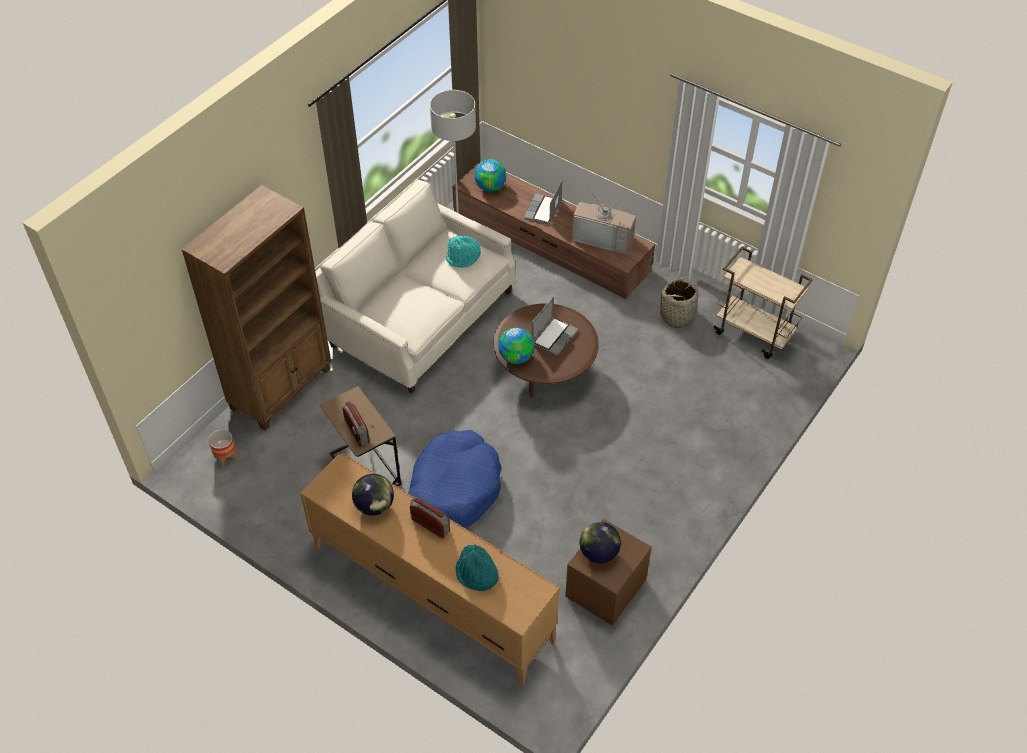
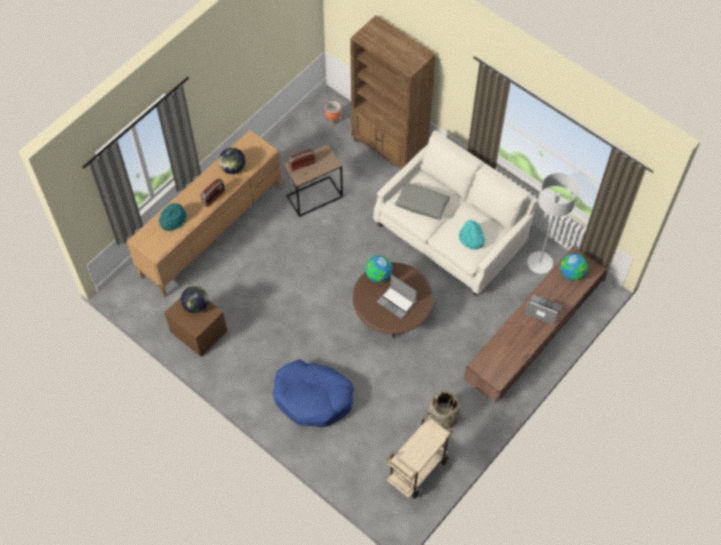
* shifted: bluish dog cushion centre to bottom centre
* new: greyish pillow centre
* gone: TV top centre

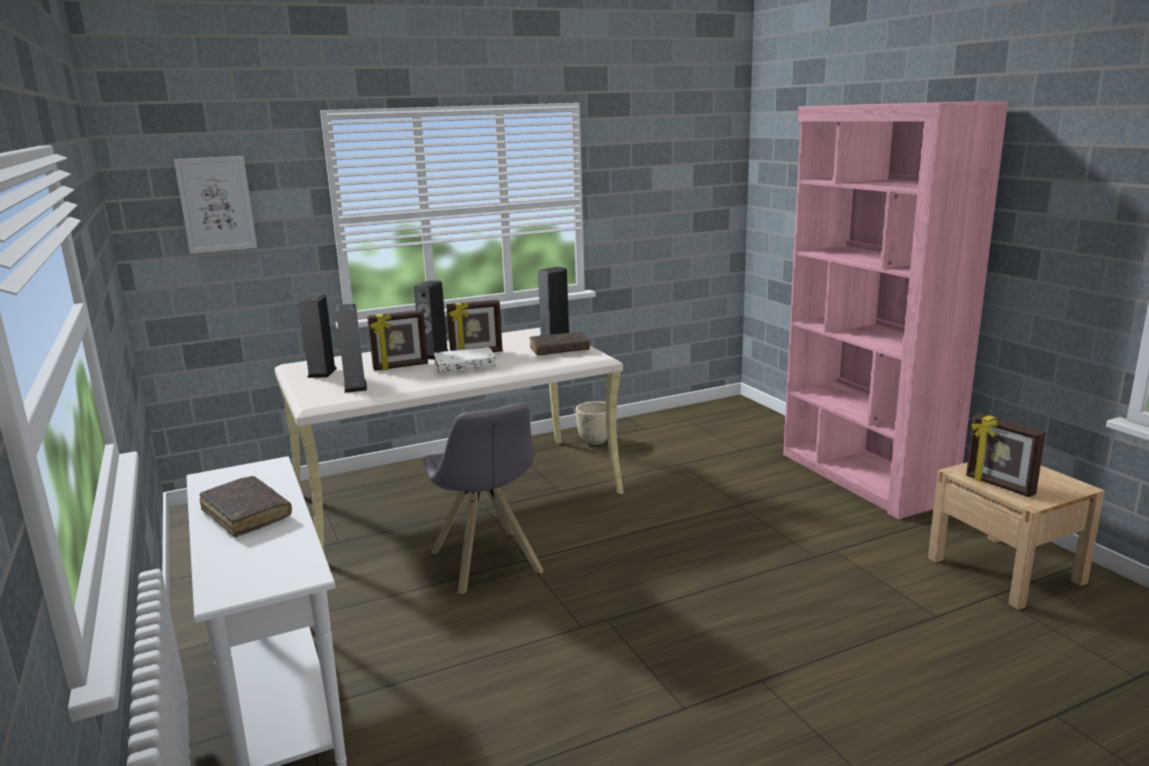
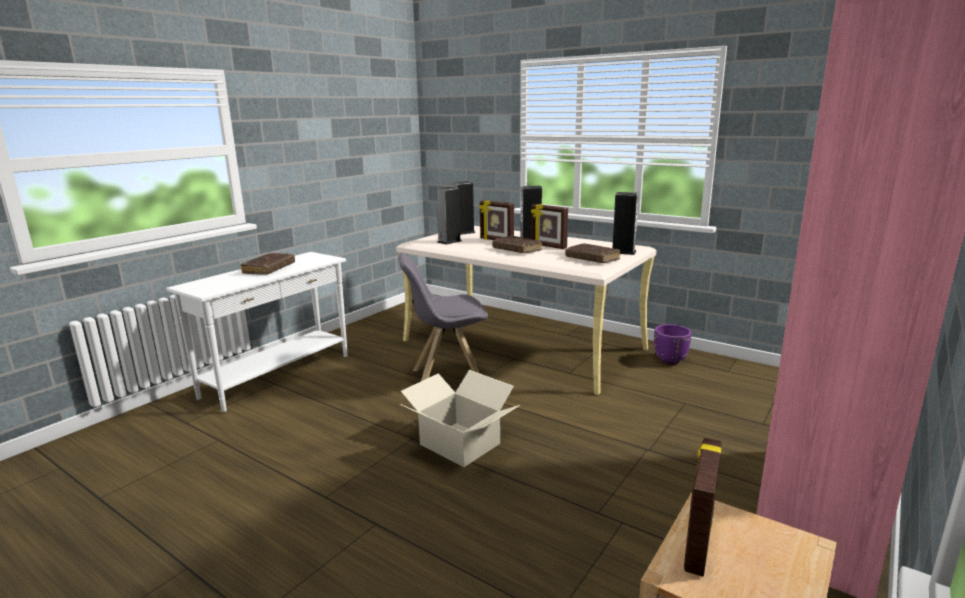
* rotated: greyish upright chair centre = centre 45 degrees clockwise
* new: cardboard box bottom centre
* repainted: whitish book centre to brownish book (no. 2 from left) centre
* repainted: sand-coloured planter centre to purplish planter middle right
* gone: wall art top left

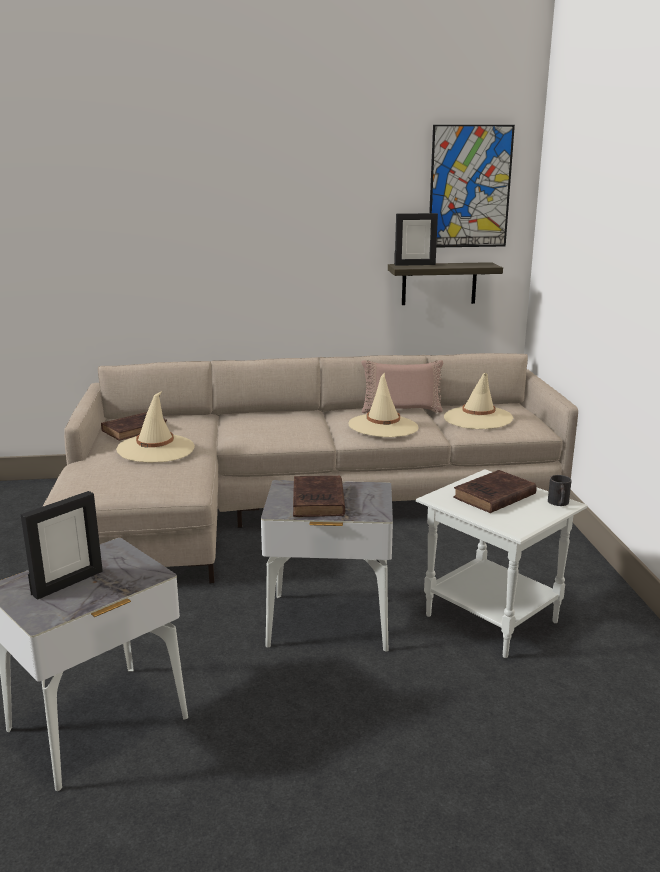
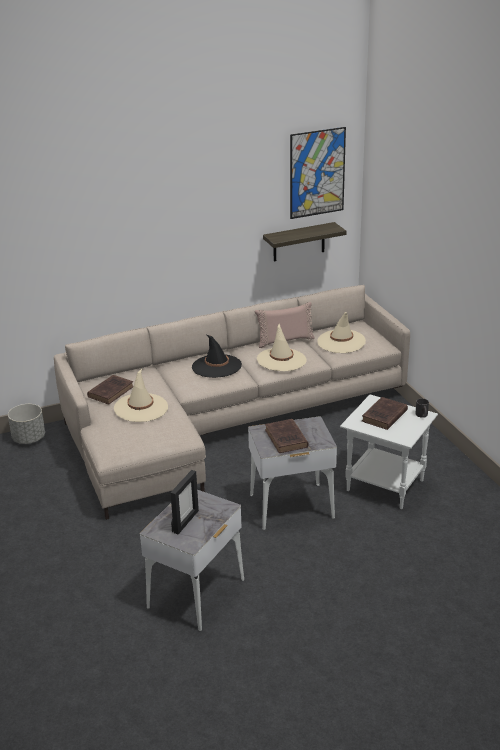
* new: greyish planter middle left
* new: black hat centre
* gone: photo frame (no. 2 from left) top centre

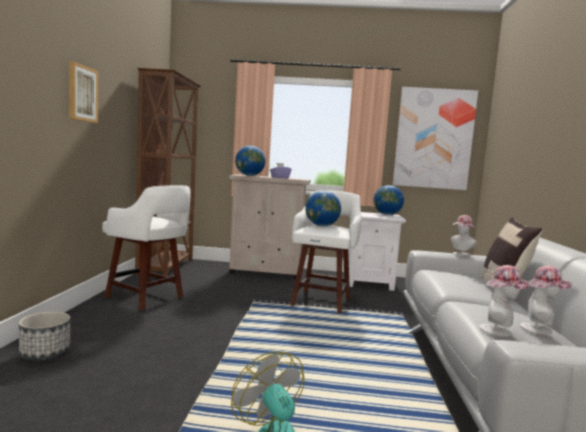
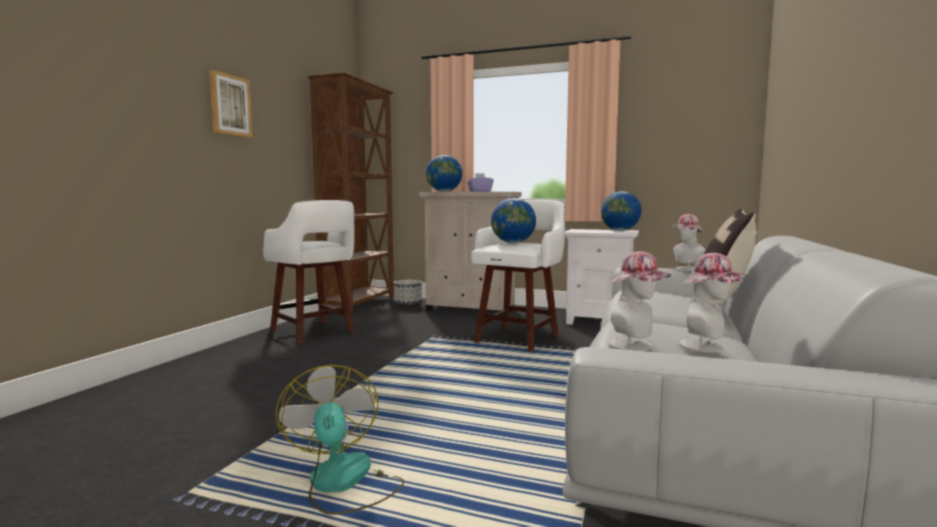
* shifted: planter bottom left to centre
* gone: wall art (no. 2 from left) top right

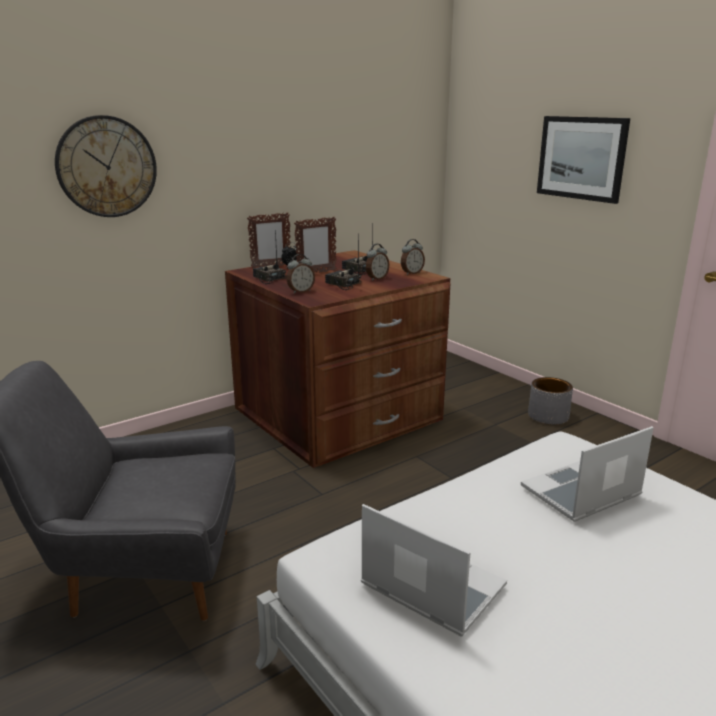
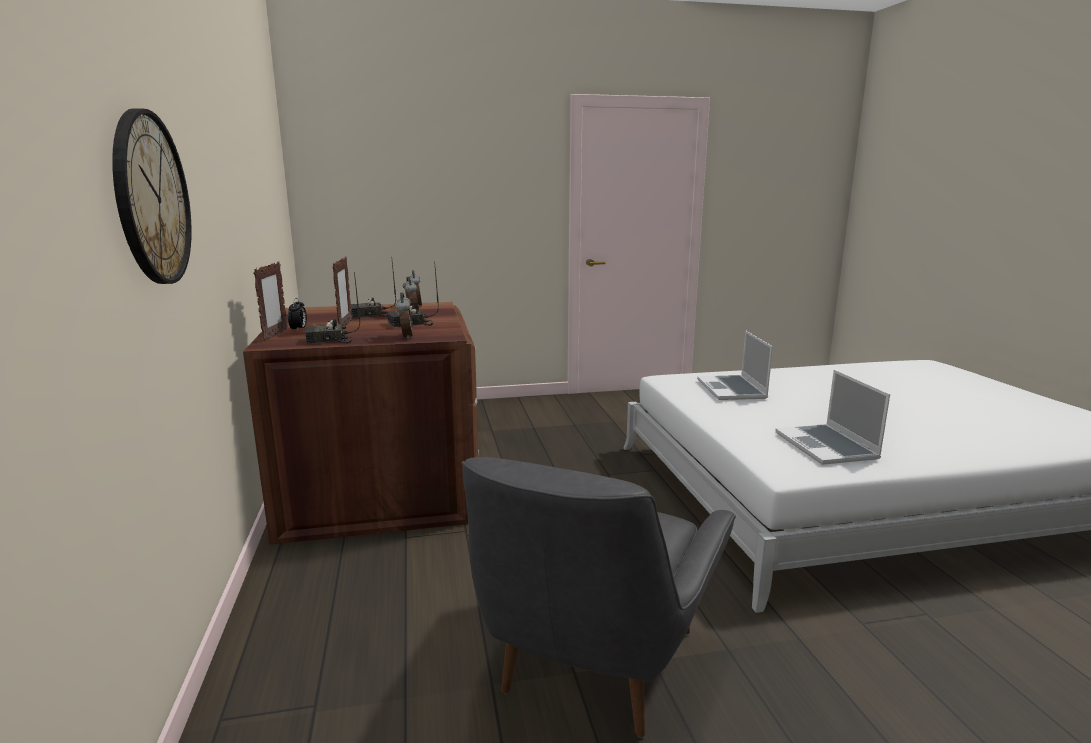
* rotated: notebook computer (no. 1 from left in the first image) bottom centre = middle right 75 degrees counterclockwise
* gone: greyish planter middle right
* gone: wall art top right

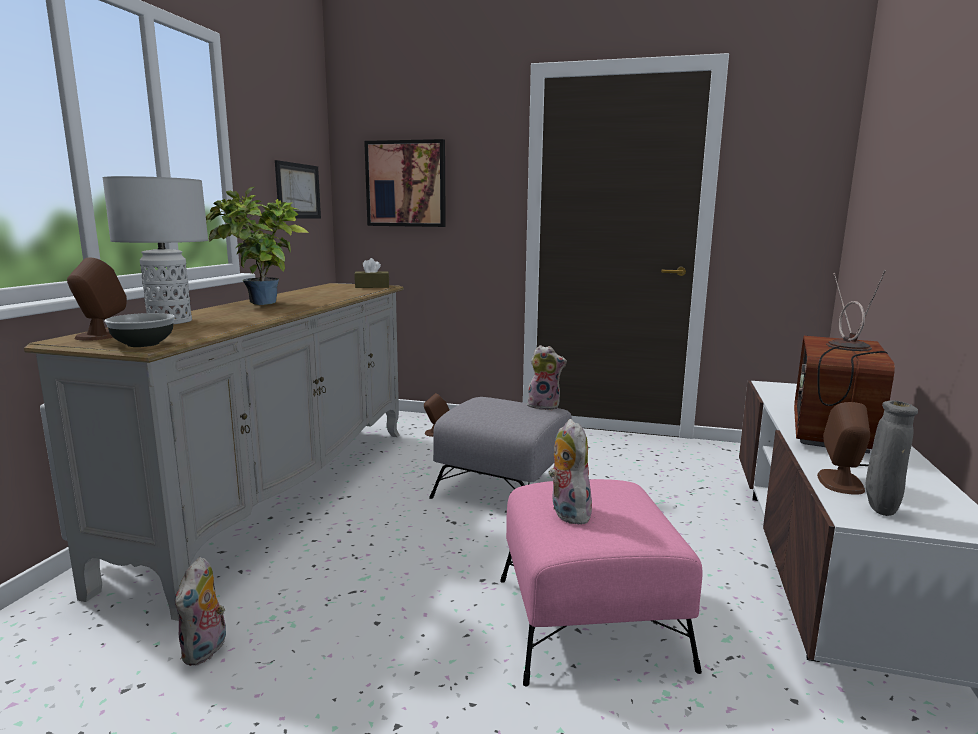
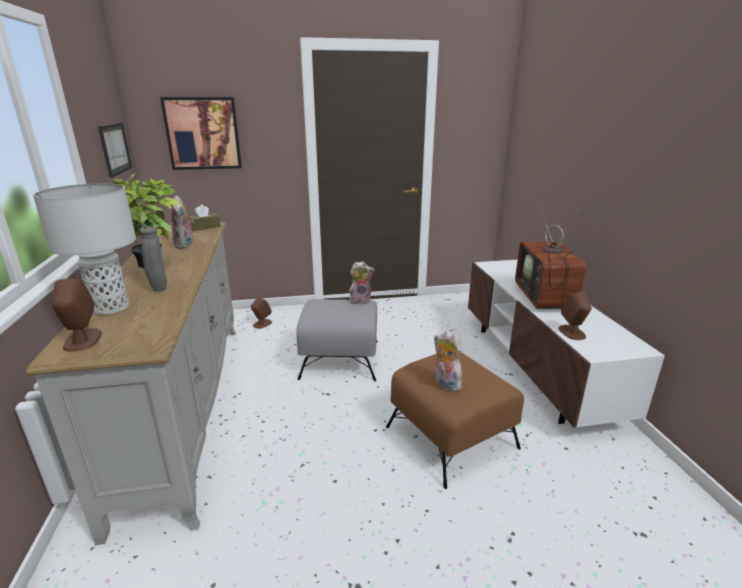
* shifted: greyish decorative vase middle right to middle left
* shifted: soft toy (no. 1 from left) bottom left to middle left
* repainted: pink-coloured footrest bottom centre to brownish footrest bottom centre
* gone: serving bowl middle left

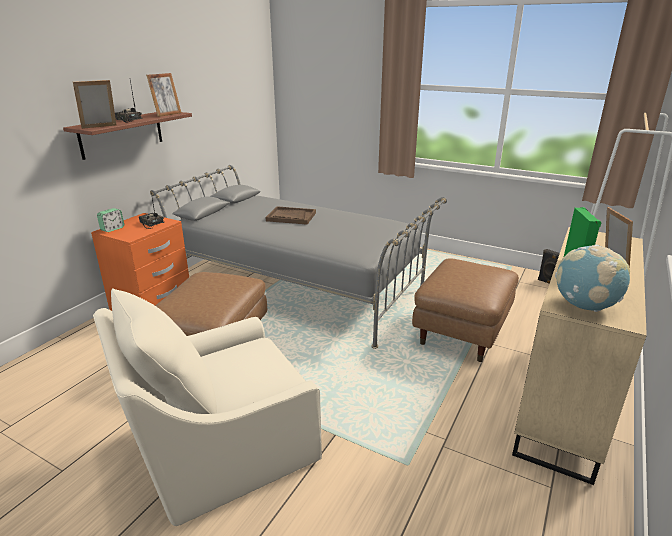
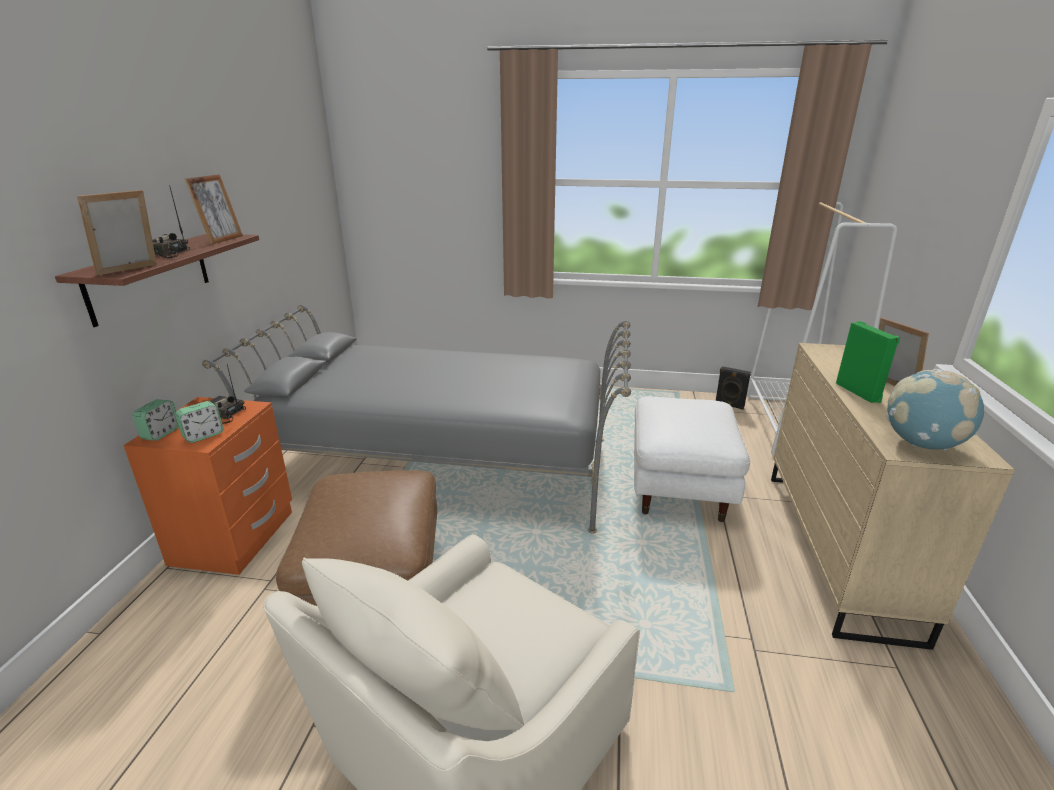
* new: table clock (no. 2 from left) middle left
* repainted: brownish footrest (no. 2 from left) middle right to whitish footrest centre
* gone: brownish carrying tray centre

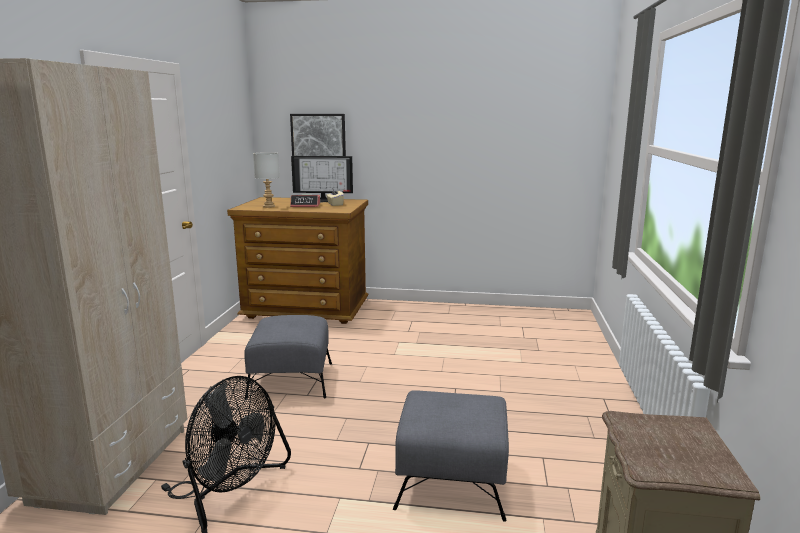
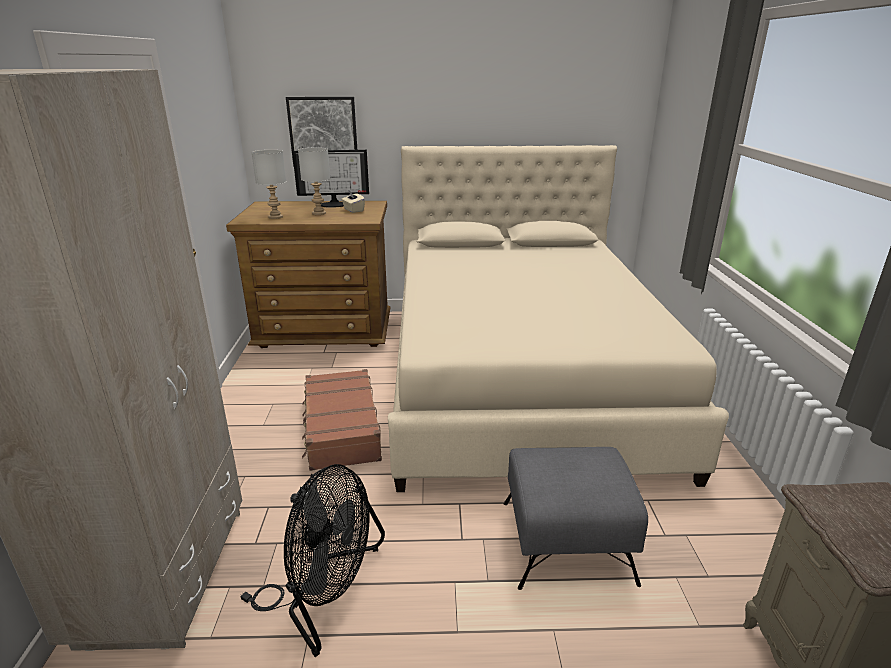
* swapped: table clock centre to greyish lamp for a table (no. 2 from left) top centre
* swapped: greyish footrest (no. 1 from left) bottom centre to brownish travel case centre
* new: sand-coloured bedroom bed centre

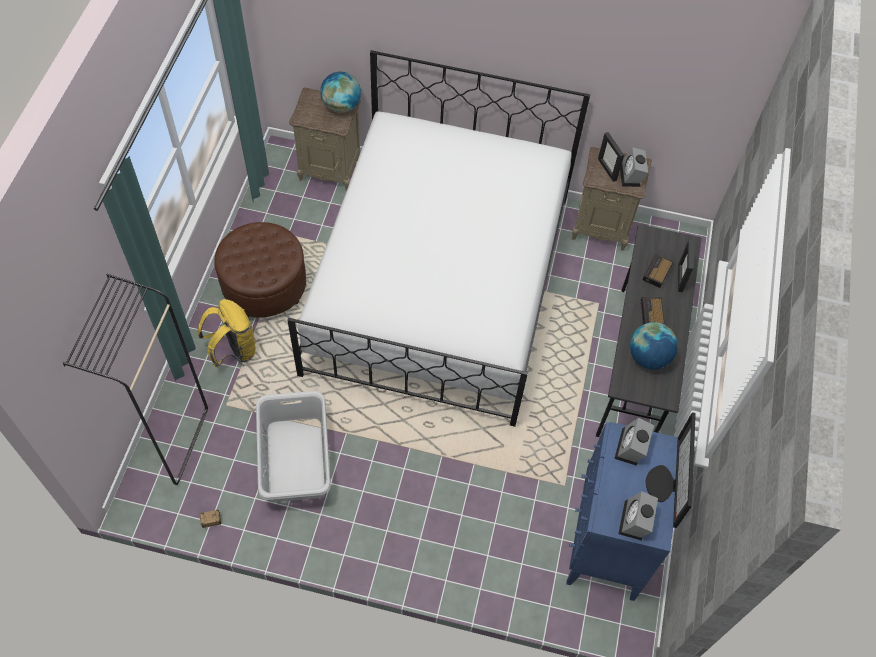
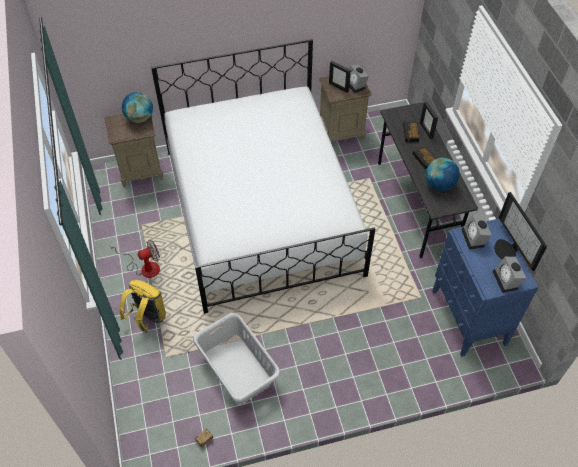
* swapped: brownish footrest middle left to fan middle left
* gone: black garment rack middle left

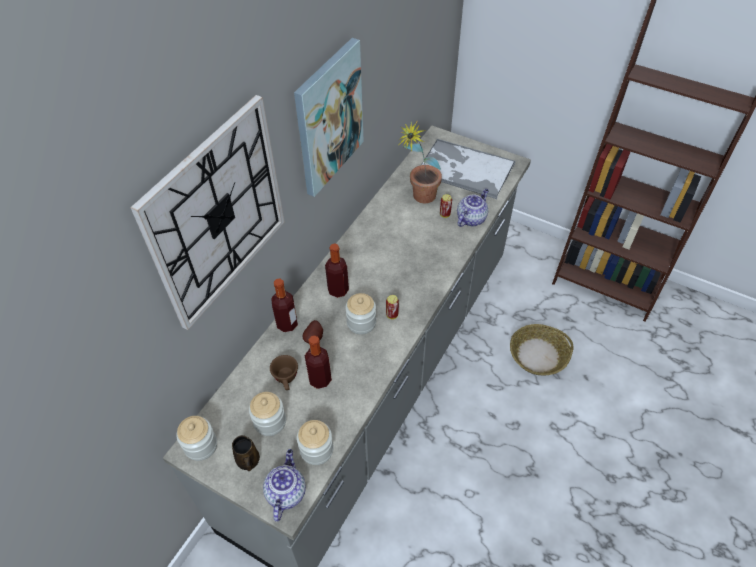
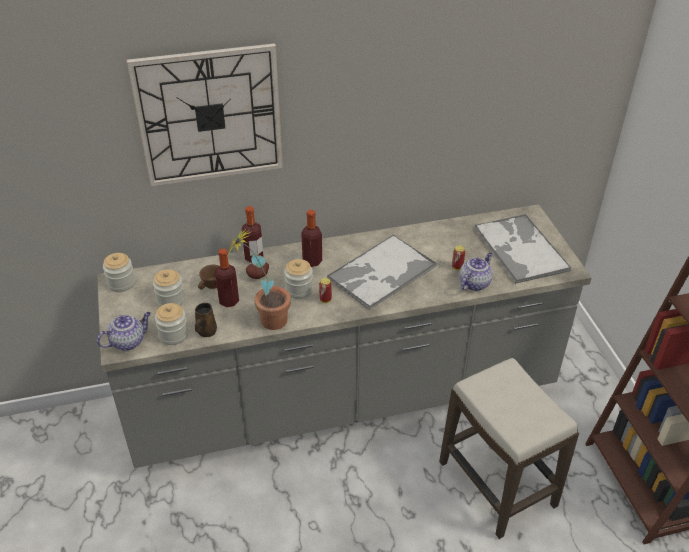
* shifted: brownish coffee mug bottom left to middle left
* shifted: houseplant top centre to centre
* new: carrying tray (no. 1 from left) centre
* swapped: household basket middle right to stool bottom right
* rotated: pot for tea (no. 2 from left) centre = middle right 45 degrees counterclockwise
* gone: wall art top centre

